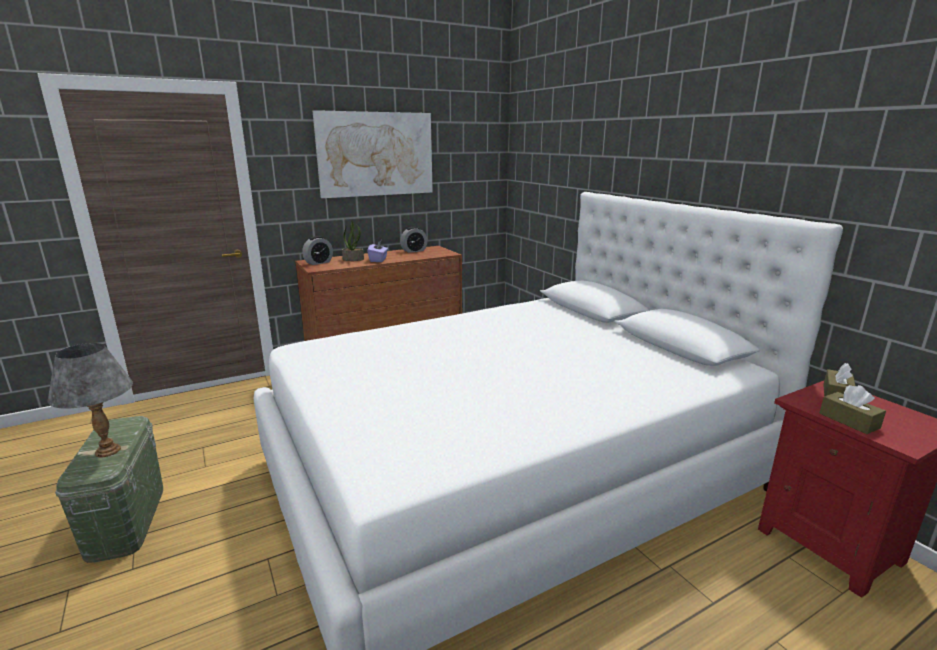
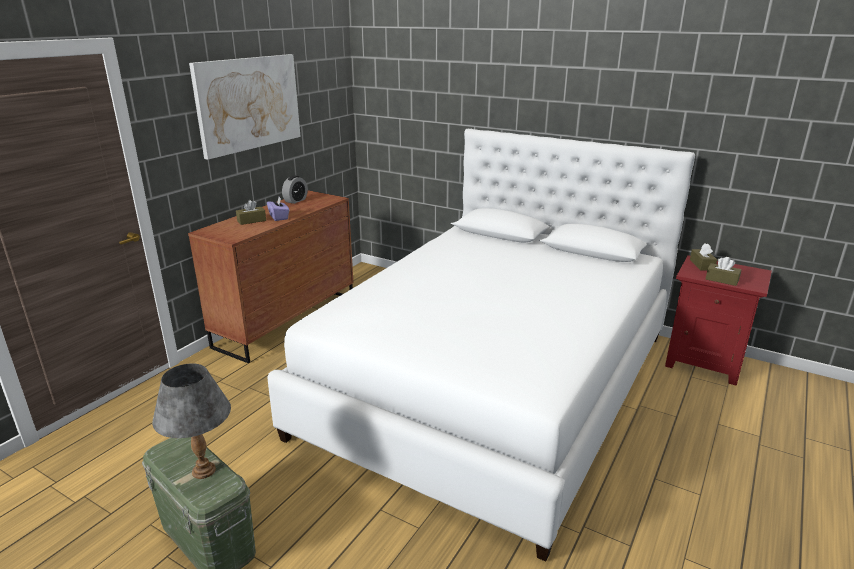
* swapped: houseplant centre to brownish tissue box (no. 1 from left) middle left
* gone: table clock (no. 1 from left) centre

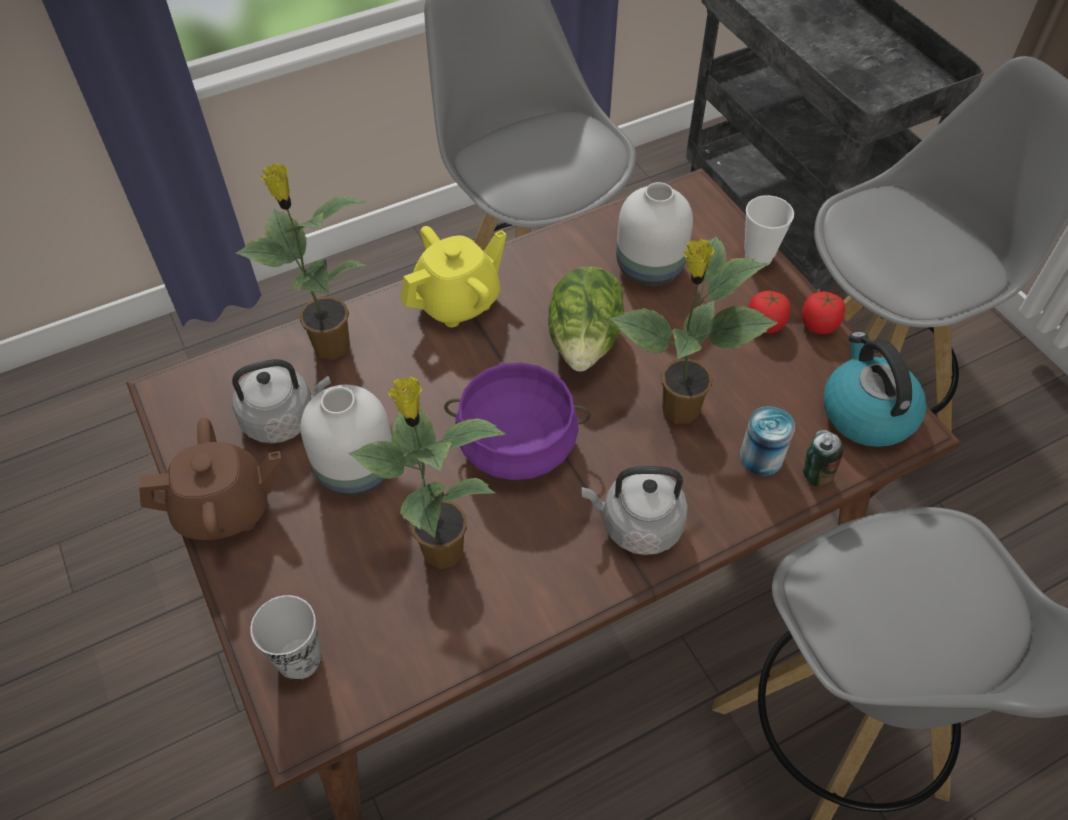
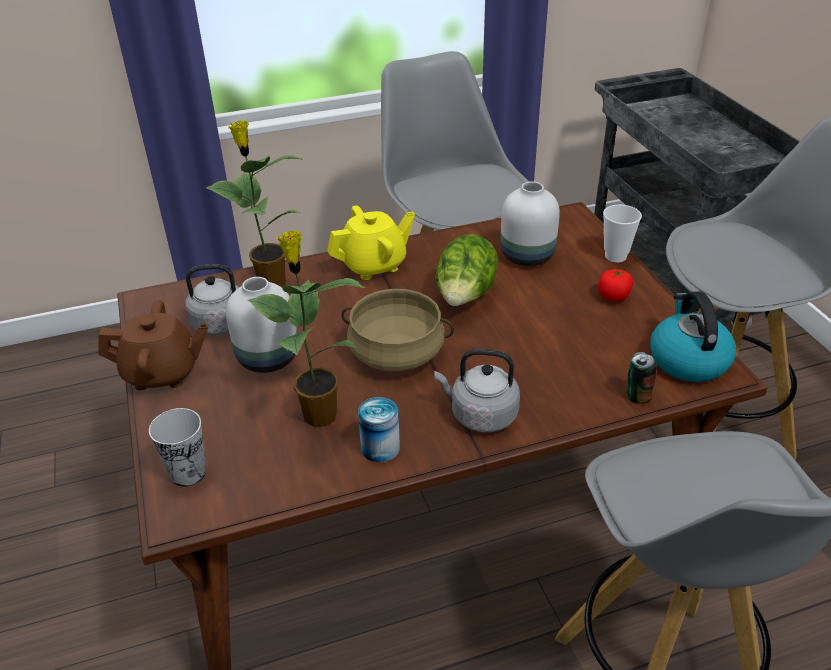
* repainted: purplish saucepot centre to sand-coloured saucepot centre
* shifted: can (no. 1 from left) middle right to centre
* gone: houseplant (no. 3 from left) centre
* gone: tomato (no. 2 from left) middle right

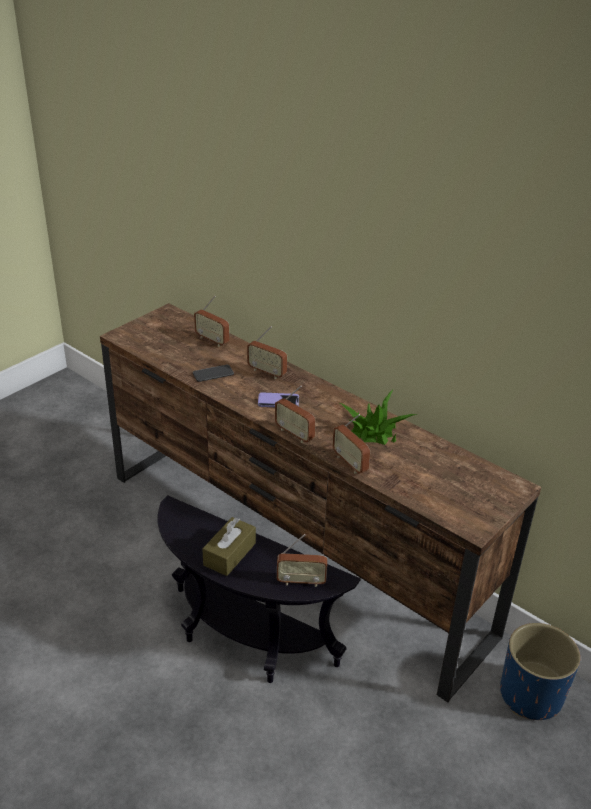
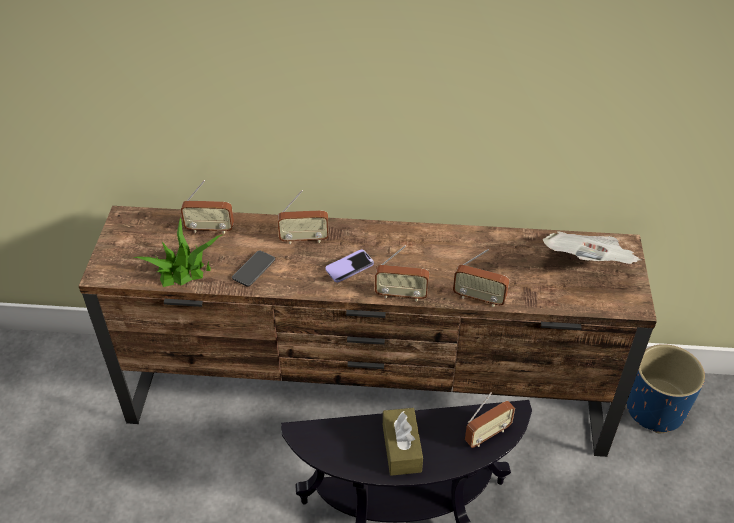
* shifted: houseplant centre to middle left
* new: daily paper middle right

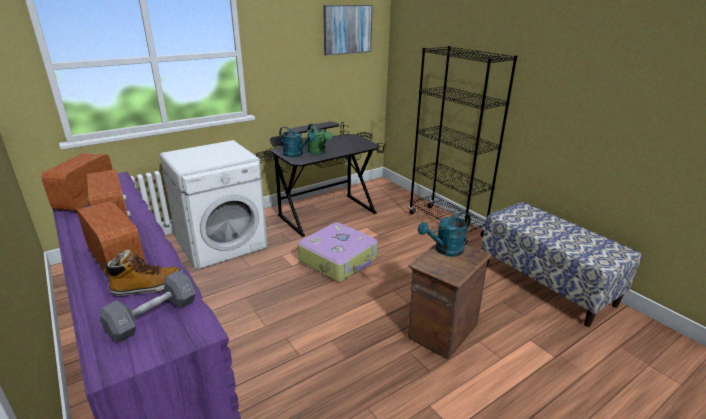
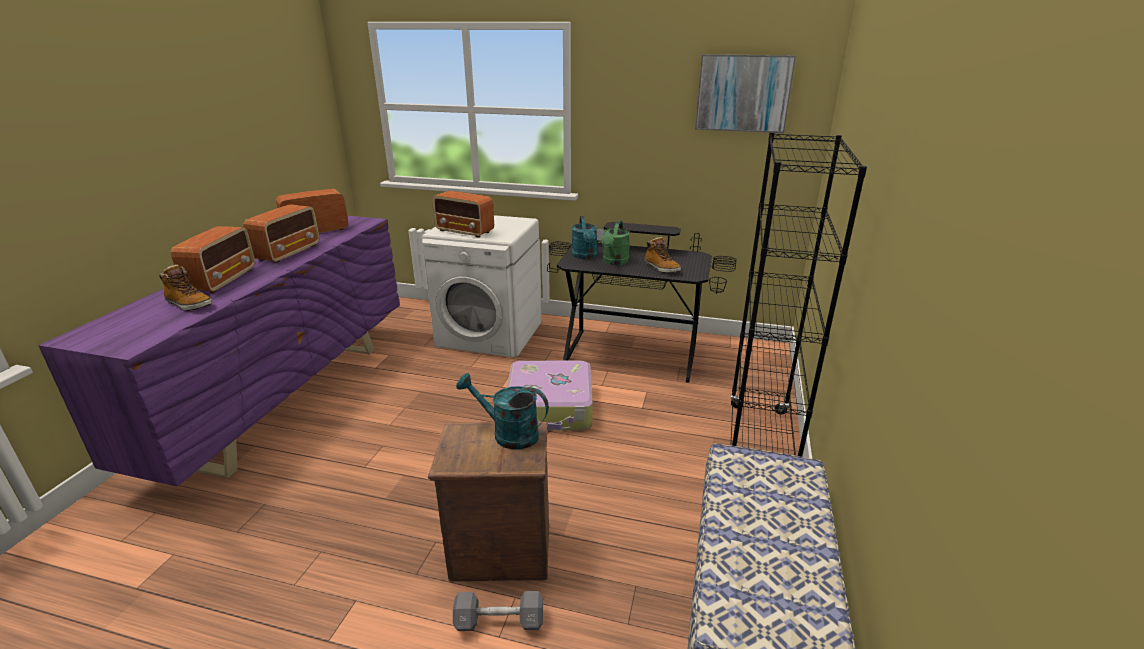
* new: radio (no. 4 from left) top centre
* shifted: greyish dumbbell bottom left to bottom centre
* new: boot (no. 2 from left) centre

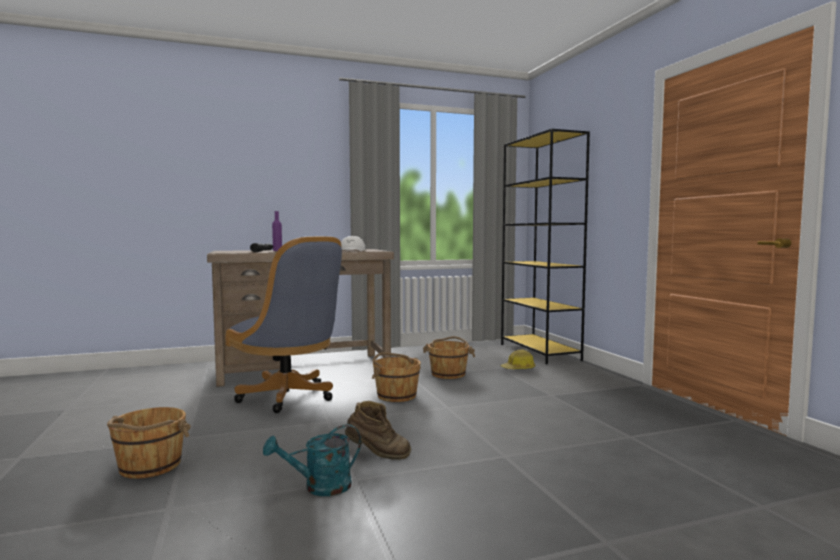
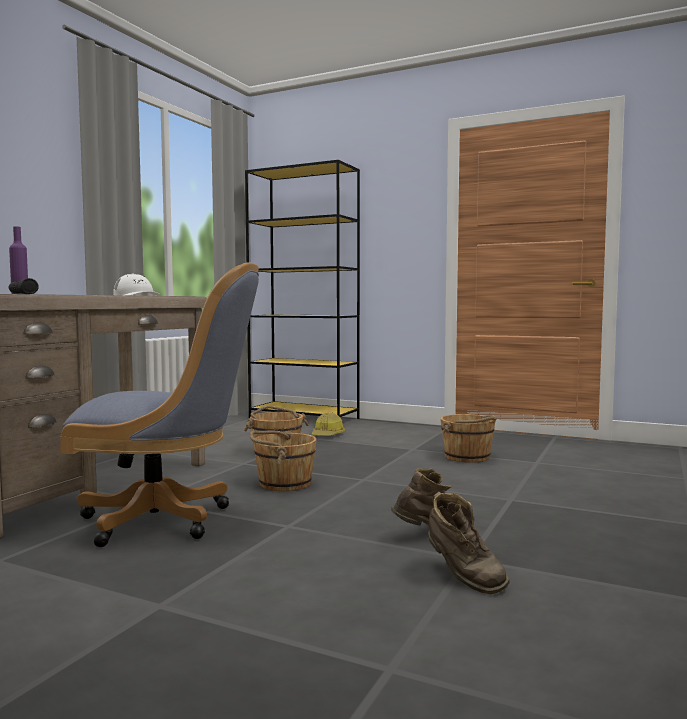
* swapped: turquoise sprinkling can bottom centre to brownish boot (no. 2 from left) bottom right
* shifted: brownish bucket (no. 1 from left in the first image) bottom left to brownish bucket (no. 3 from left) middle right

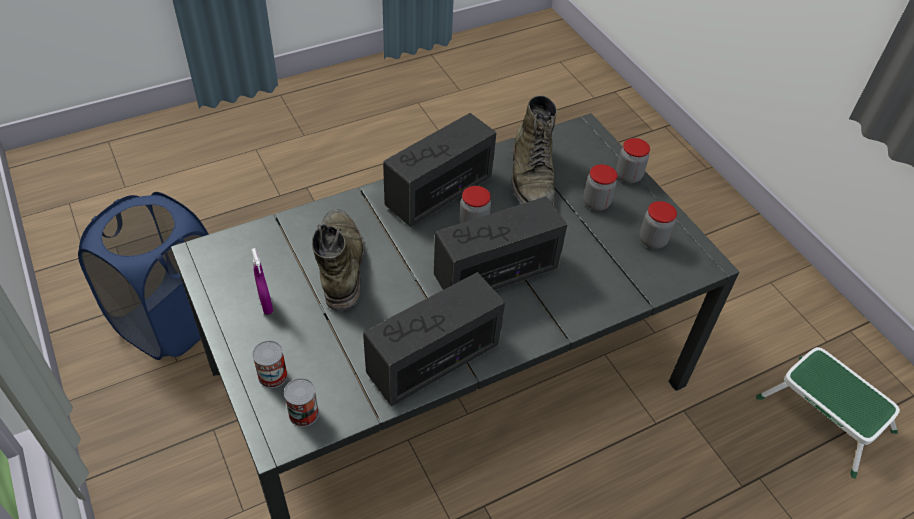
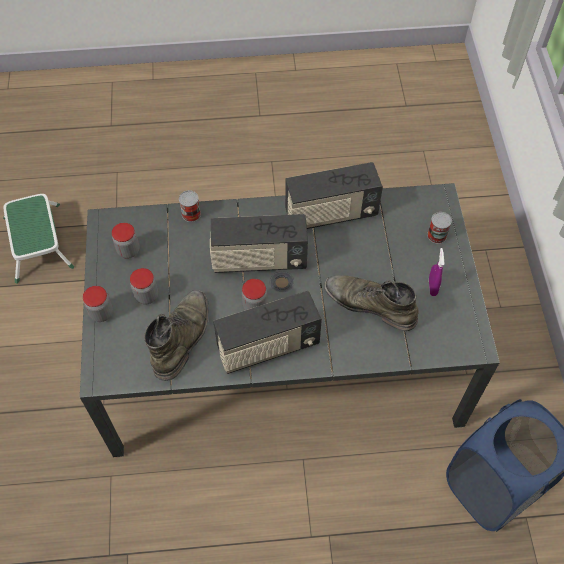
* shifted: can (no. 2 from left in the first image) bottom left to can (no. 1 from left) centre
* rotated: green boot (no. 1 from left in the first image) centre = centre 105 degrees clockwise

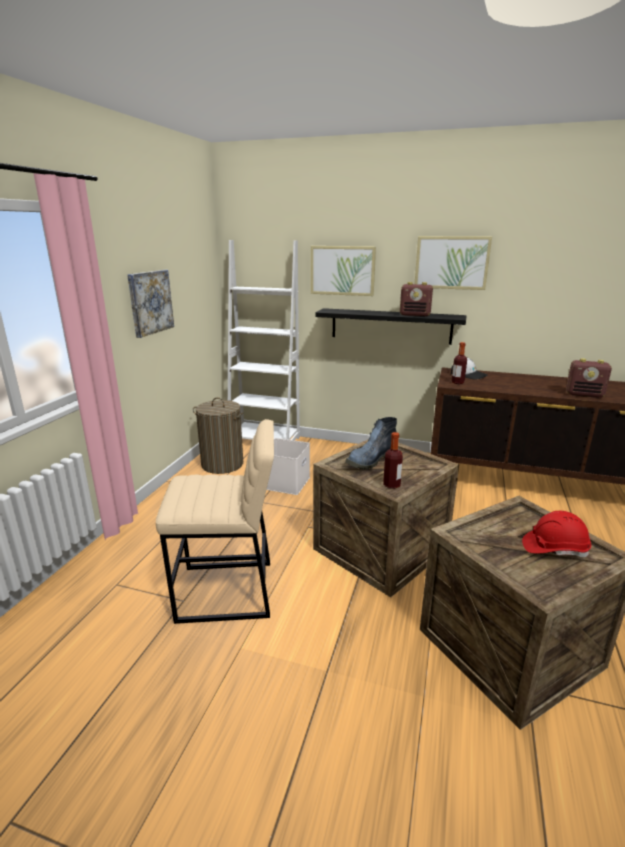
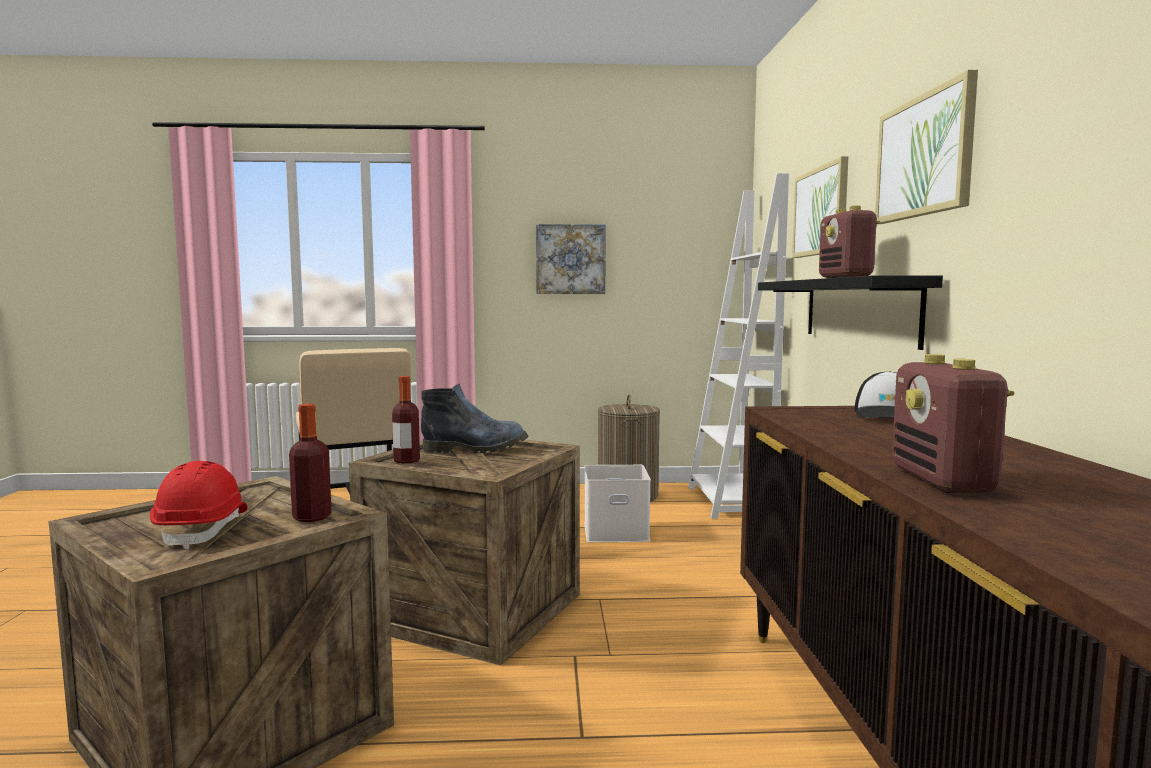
* shifted: bottle (no. 2 from left in the first image) middle right to bottle (no. 1 from left) middle left
* rotated: boot centre = centre 150 degrees clockwise

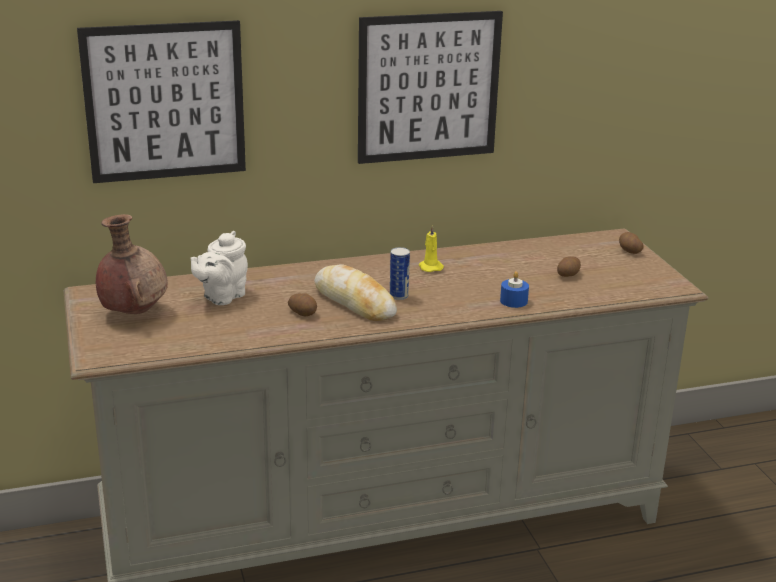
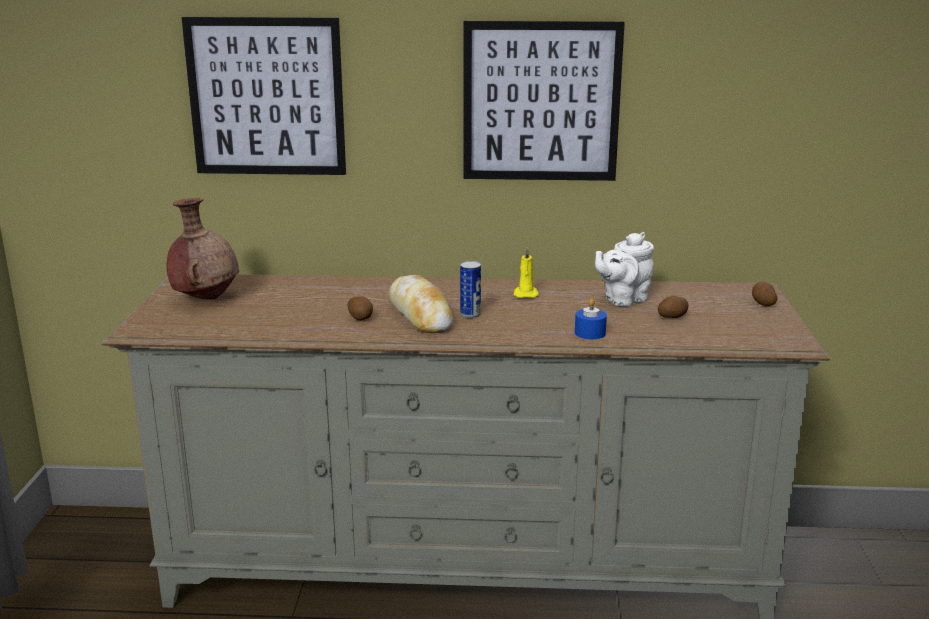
* shifted: whitish pot for tea middle left to middle right

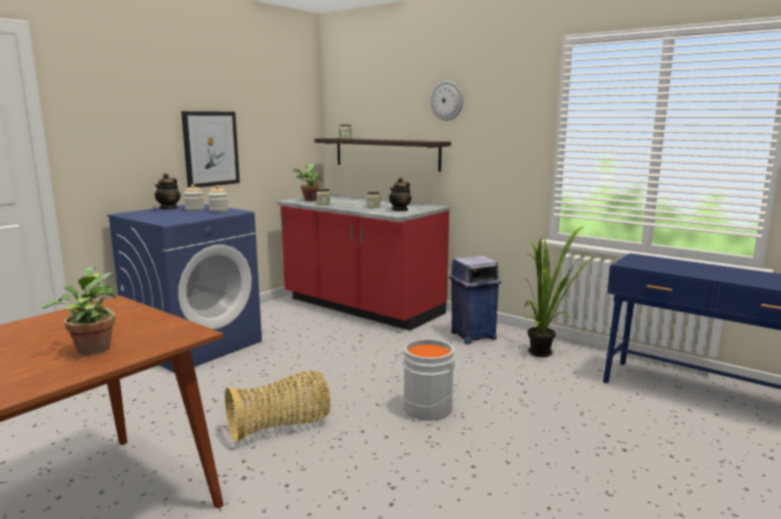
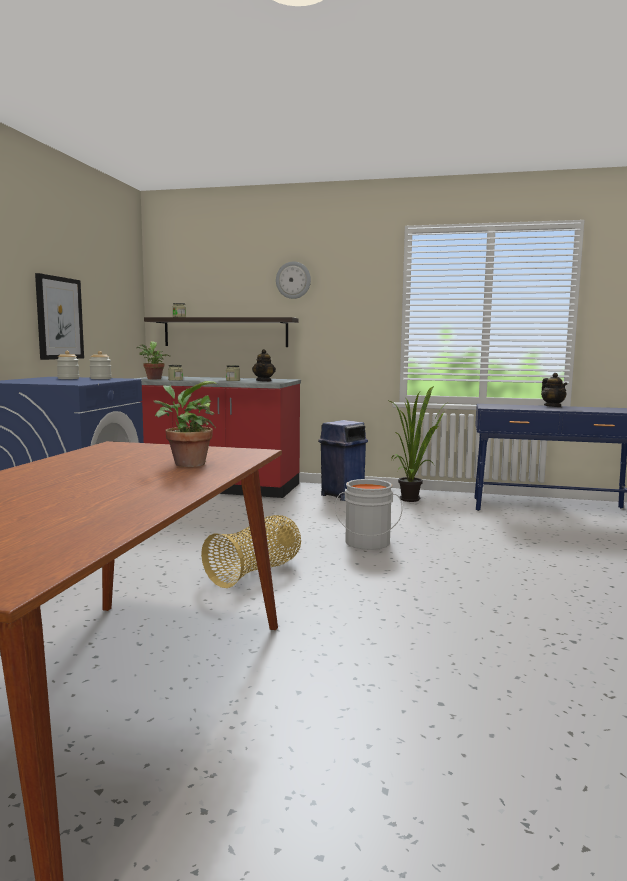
* shifted: pot for tea (no. 1 from left in the first image) middle left to pot for tea (no. 2 from left) middle right

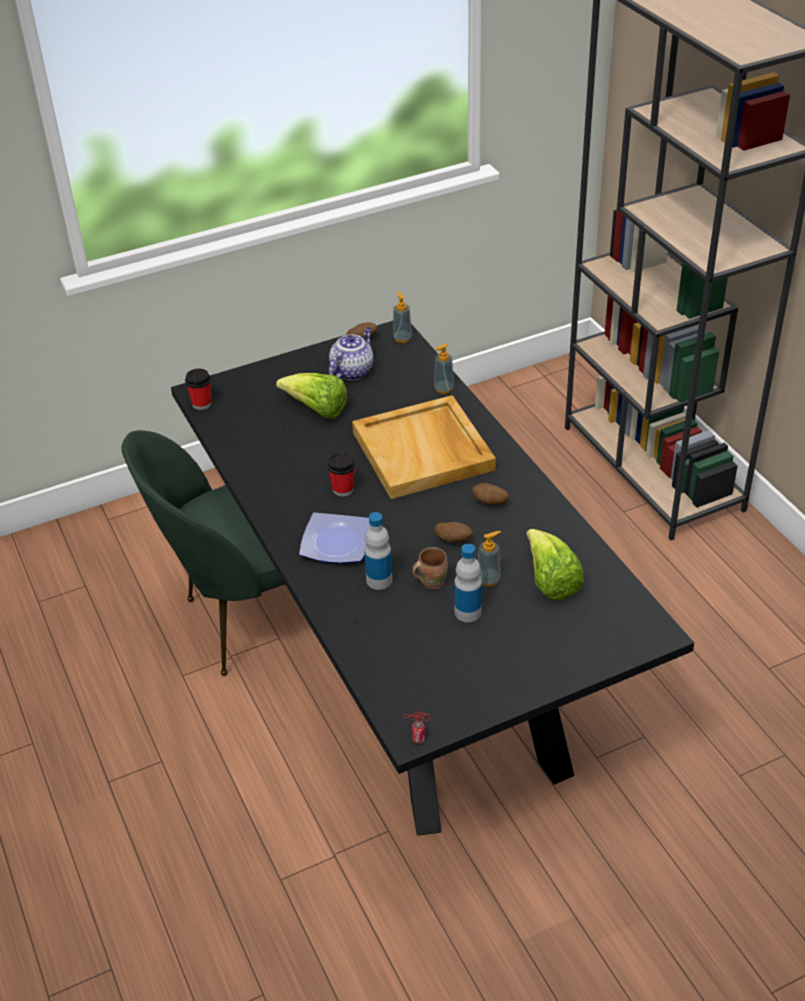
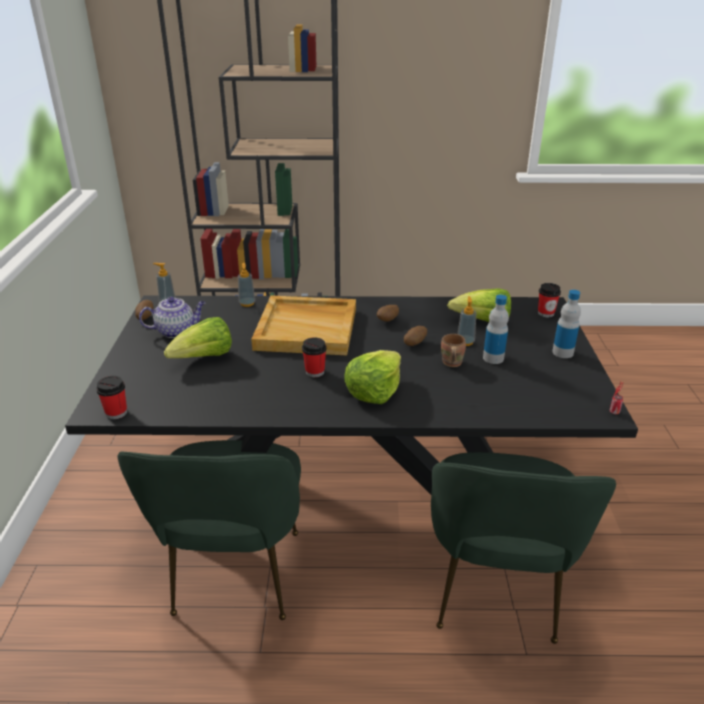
* rotated: pot for tea centre = middle left 105 degrees clockwise
* swapped: dinner plate centre to head of lettuce (no. 2 from left) centre
* new: green upright chair (no. 2 from left) bottom right
* new: drinking cup (no. 3 from left) middle right
* shifted: bottle (no. 1 from left in the first image) centre to bottle (no. 2 from left) middle right

